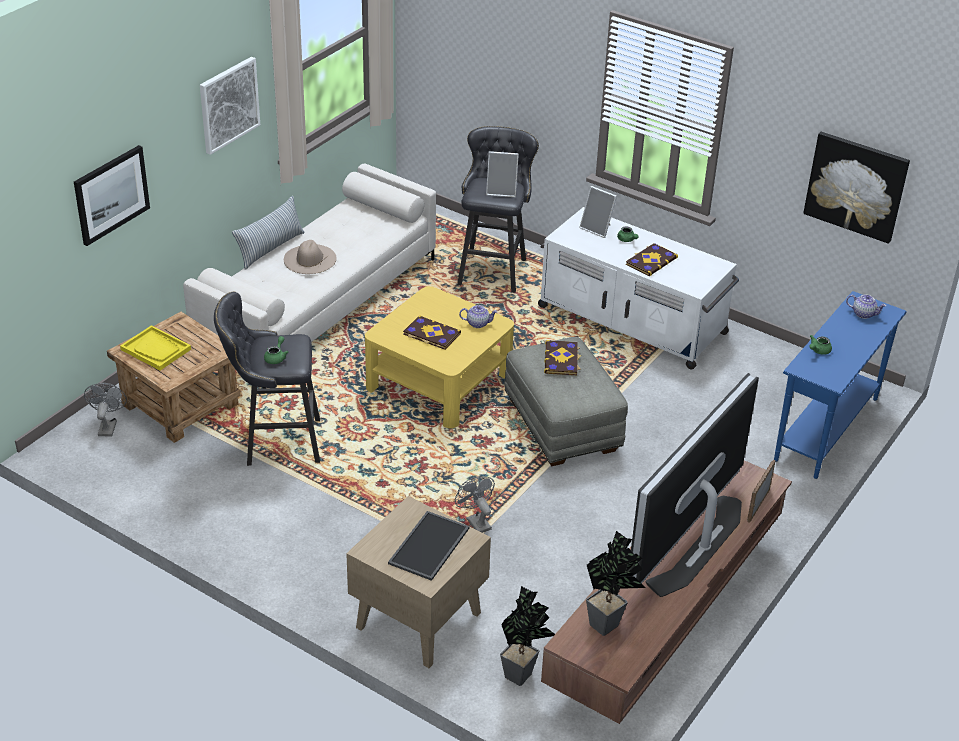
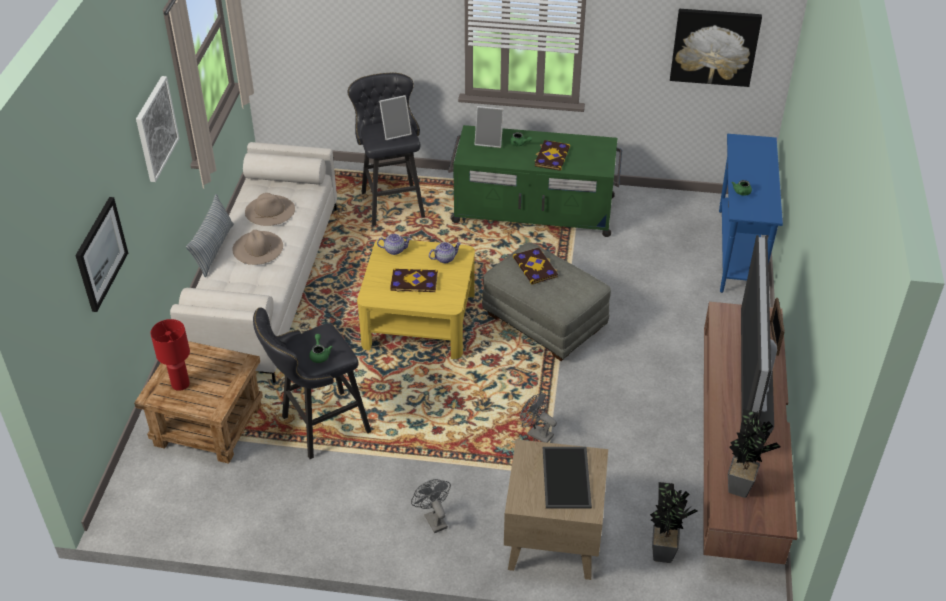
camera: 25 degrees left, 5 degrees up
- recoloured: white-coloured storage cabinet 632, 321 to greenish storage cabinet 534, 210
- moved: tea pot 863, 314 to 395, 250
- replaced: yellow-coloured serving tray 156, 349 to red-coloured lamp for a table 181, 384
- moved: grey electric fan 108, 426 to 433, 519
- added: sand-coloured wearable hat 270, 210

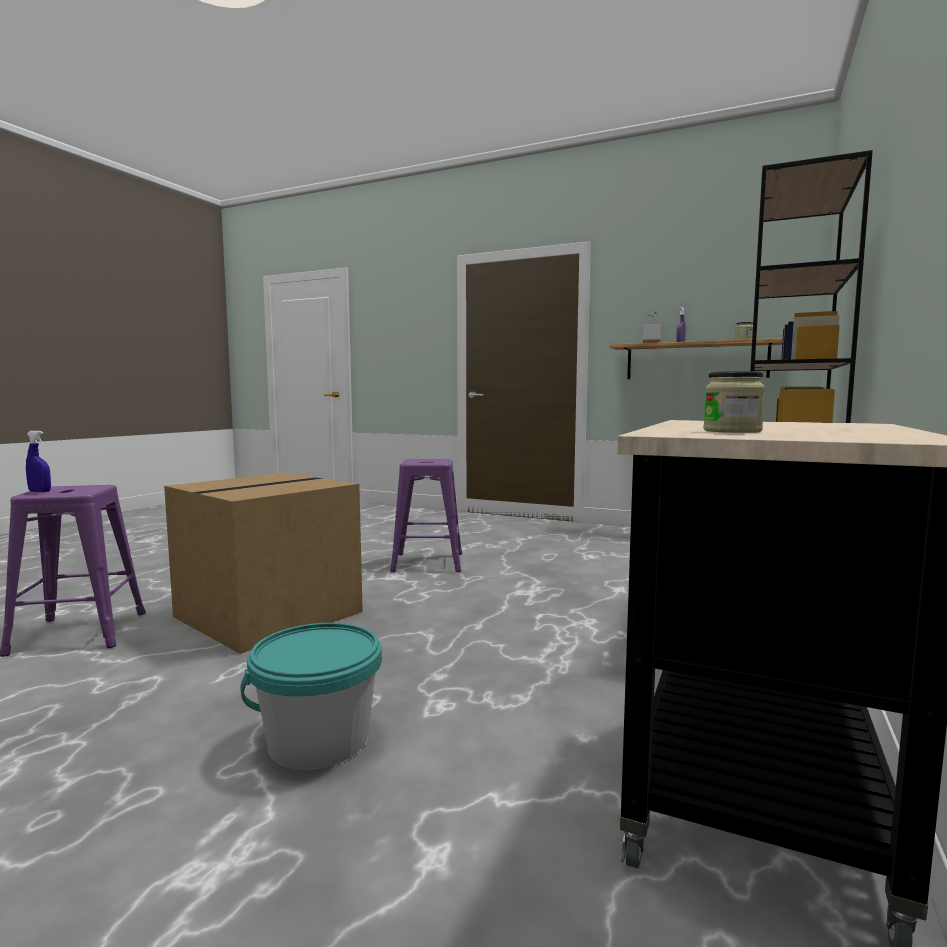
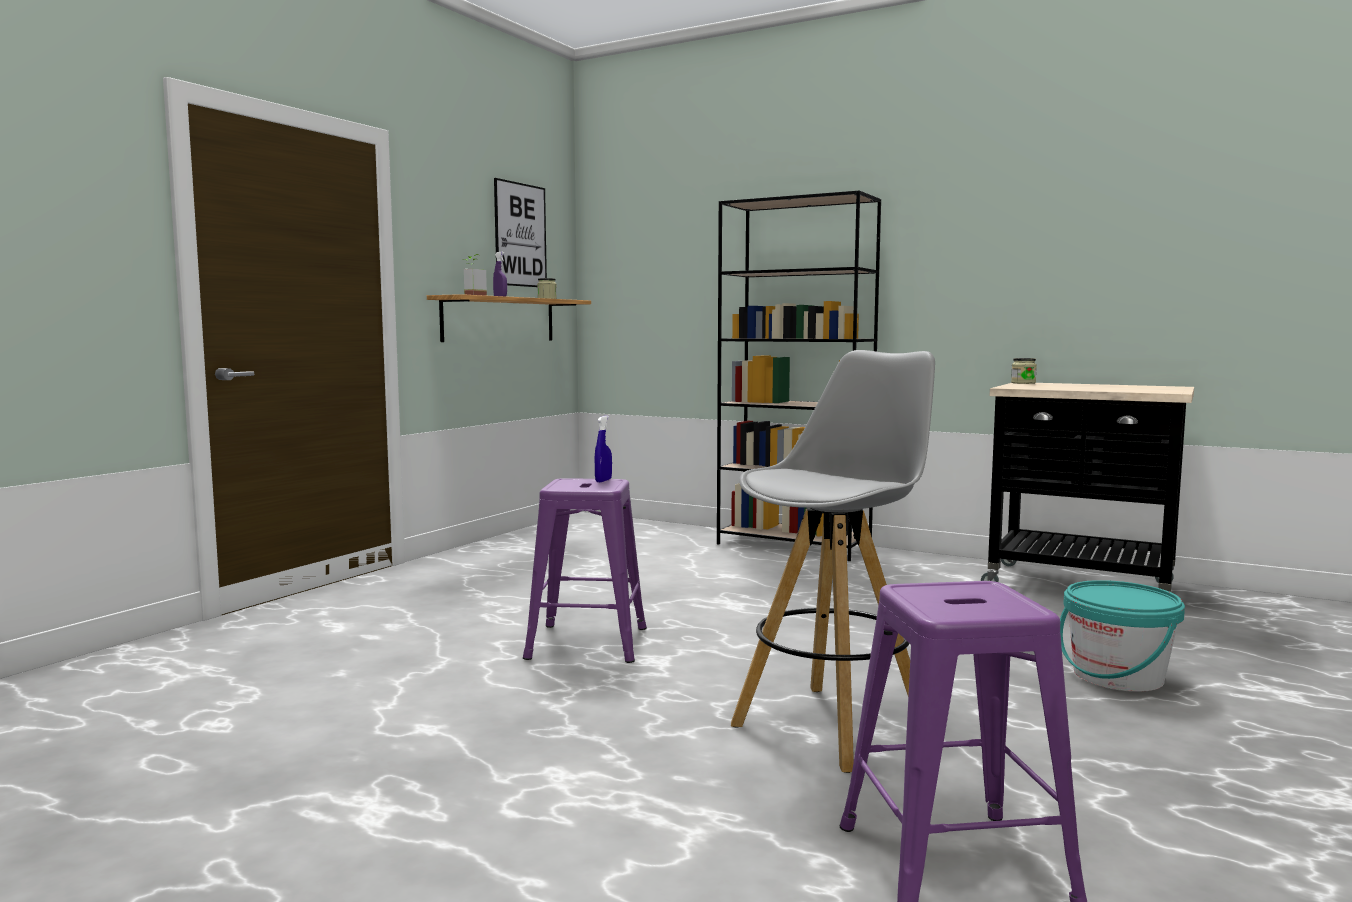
camera: 85 degrees left, 0 degrees up
- moved: storage jar 732, 431 to 1023, 383
- moved: bluish spray bottle 40, 491 to 603, 481
- replaced: packing box 268, 615 to grey sitting stool 834, 725
- added: picture 520, 235

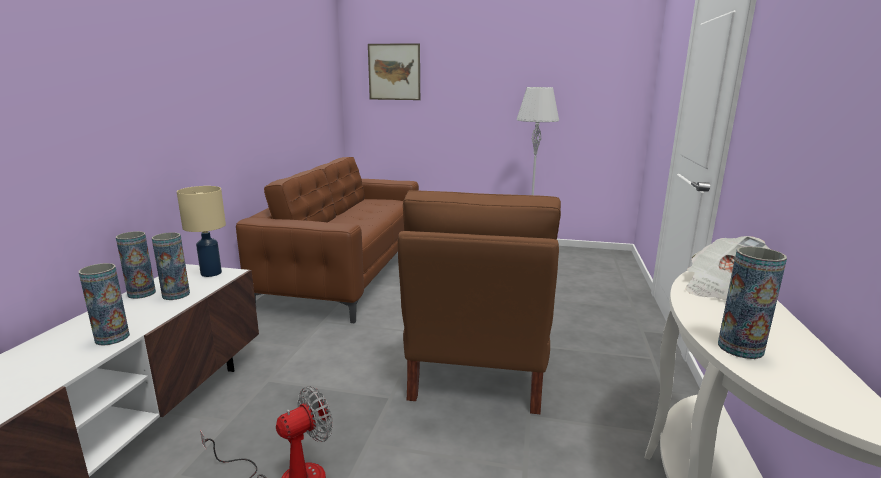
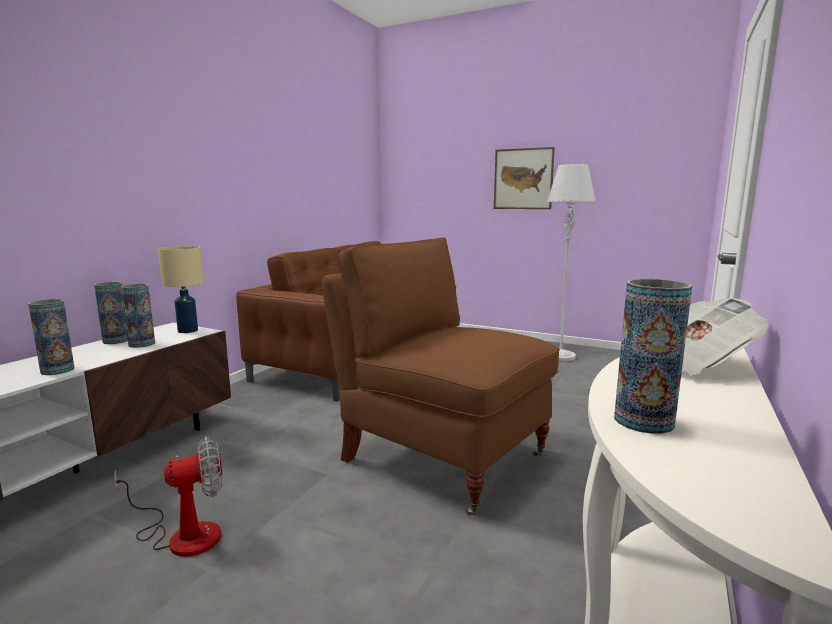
camera: 15 degrees right, 5 degrees down
- moved: picture 394, 72 to 523, 179
- turned: brownish lounge chair 477, 367 = 441, 456 105 degrees clockwise

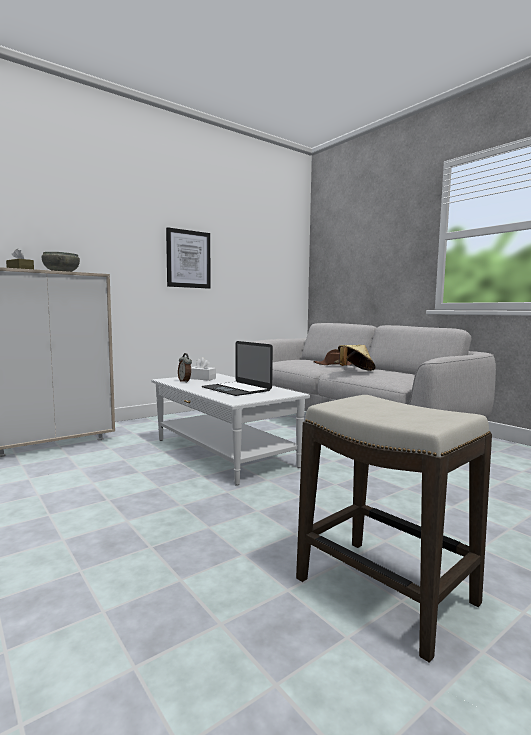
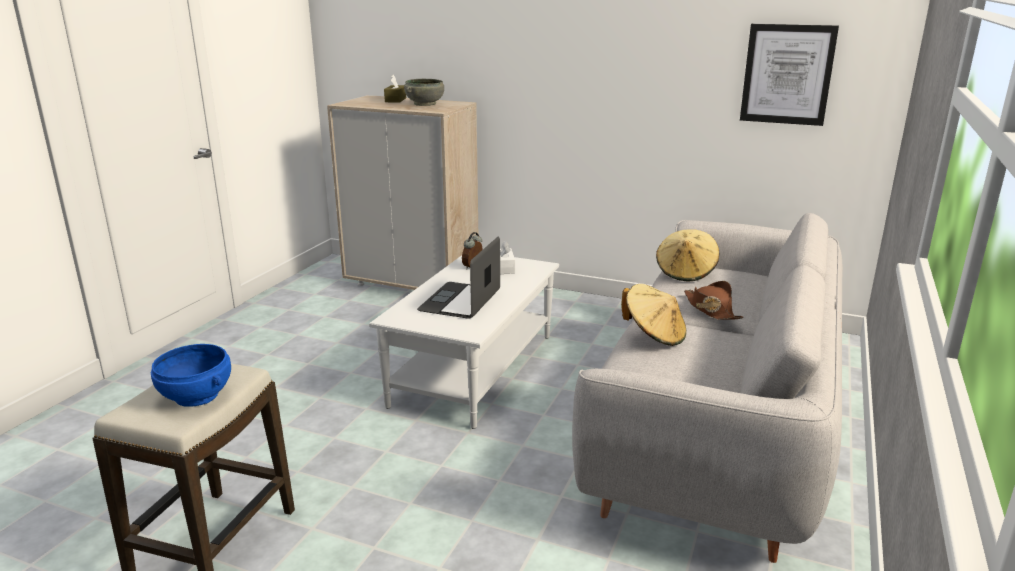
camera: 60 degrees right, 15 degrees up
- moved: picture 188, 259 to 787, 74
- added: sand-coloured wearable hat 686, 272
- added: bluish deep dish 197, 395

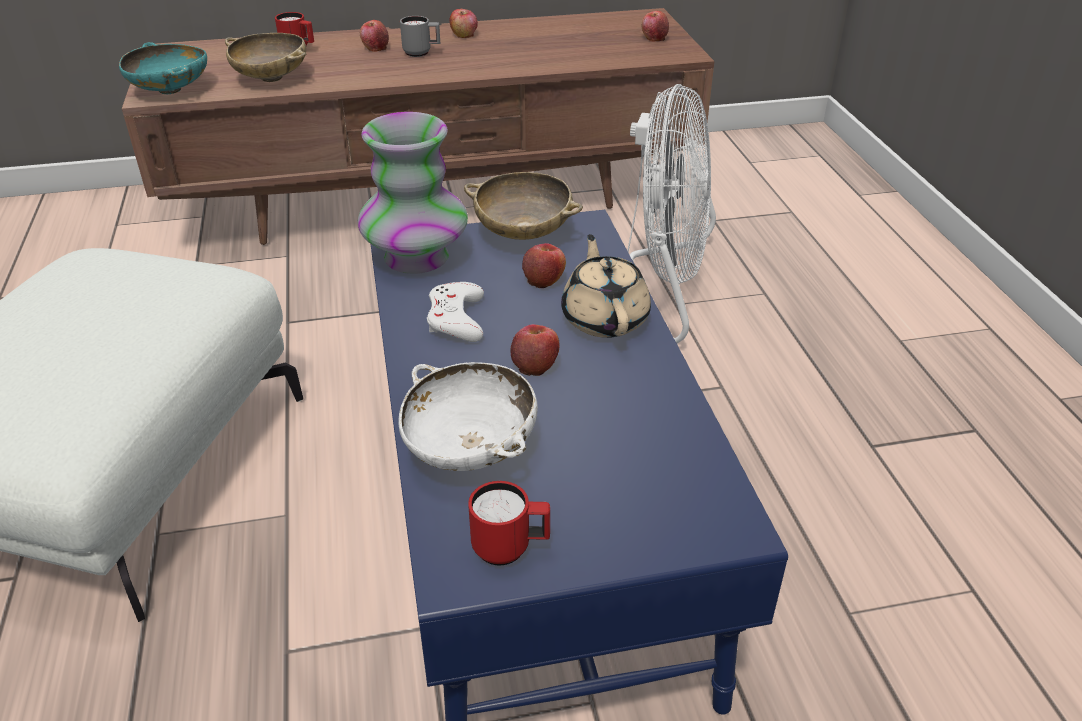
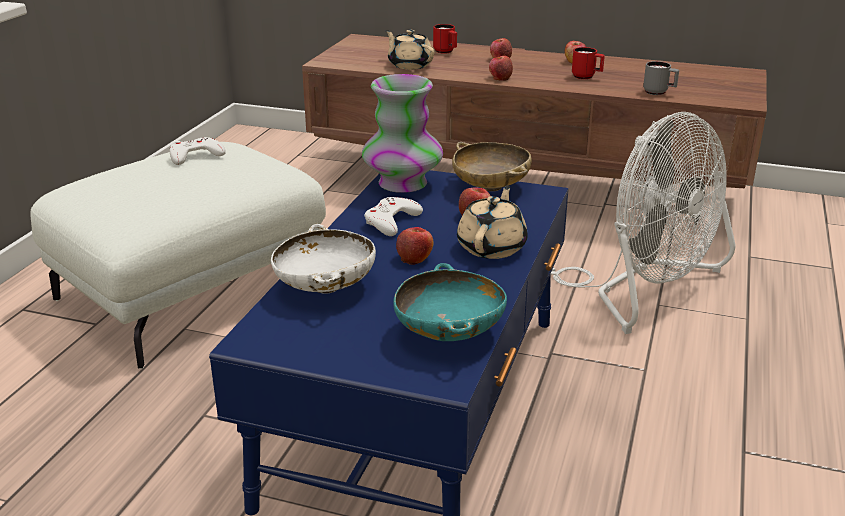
camera: 30 degrees right, 10 degrees down
- moved: apple 654, 38 to 500, 78
- moved: grey mug 422, 53 to 659, 93
- replaced: sand-coloured deep dish 271, 78 to sand-coloured tea pot 410, 65
- moved: blue-green deep dish 171, 90 to 449, 333
- moved: red-coloured mug 510, 548 to 586, 77
- added: white-coloured gamepad 195, 156

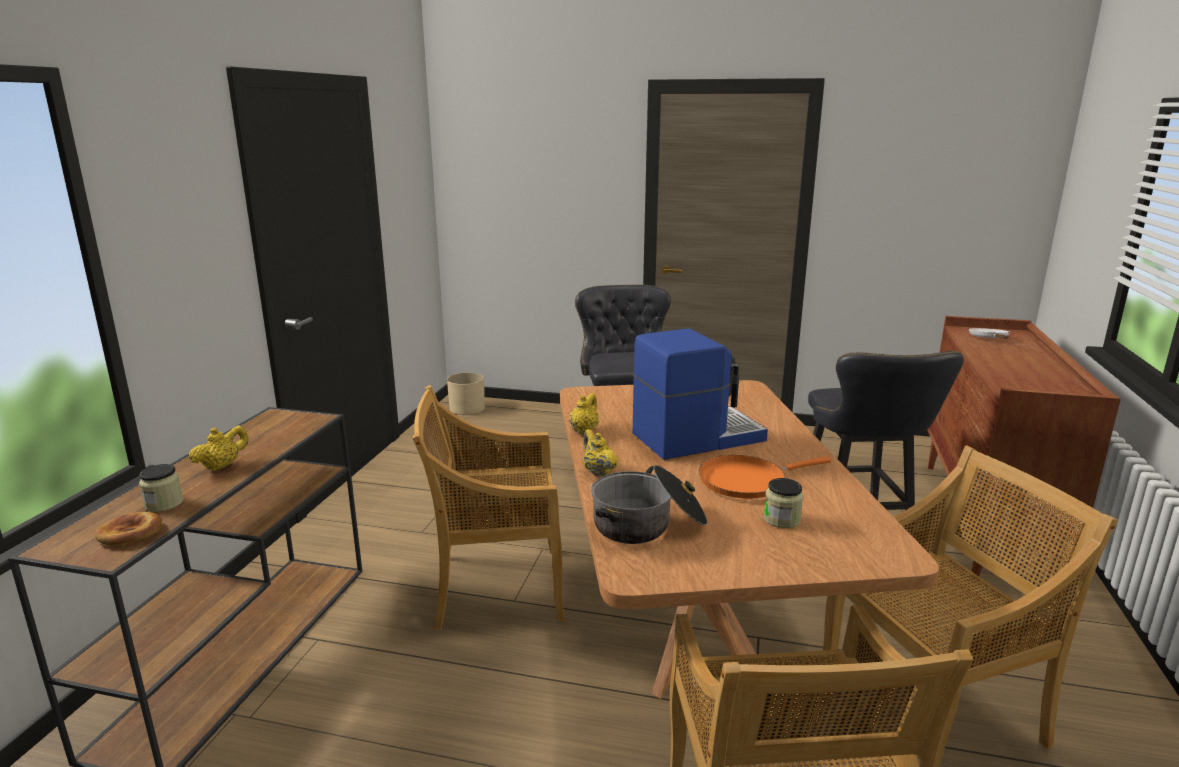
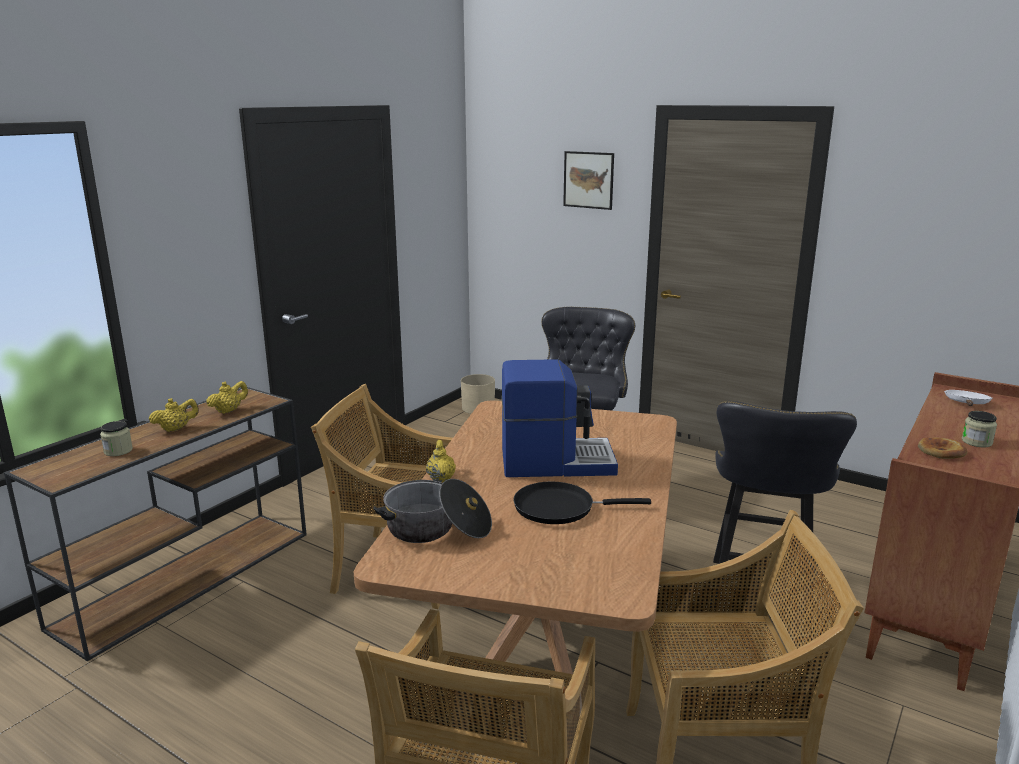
camera: 20 degrees right, 0 degrees up
- moved: yellow-coloured tea pot 584, 430 to 229, 411
- recoloured: orange-coloured pan 747, 481 to black pan 560, 508
- moved: storage jar 782, 519 to 976, 442
- moved: bread 130, 533 to 940, 452
- added: picture 588, 180

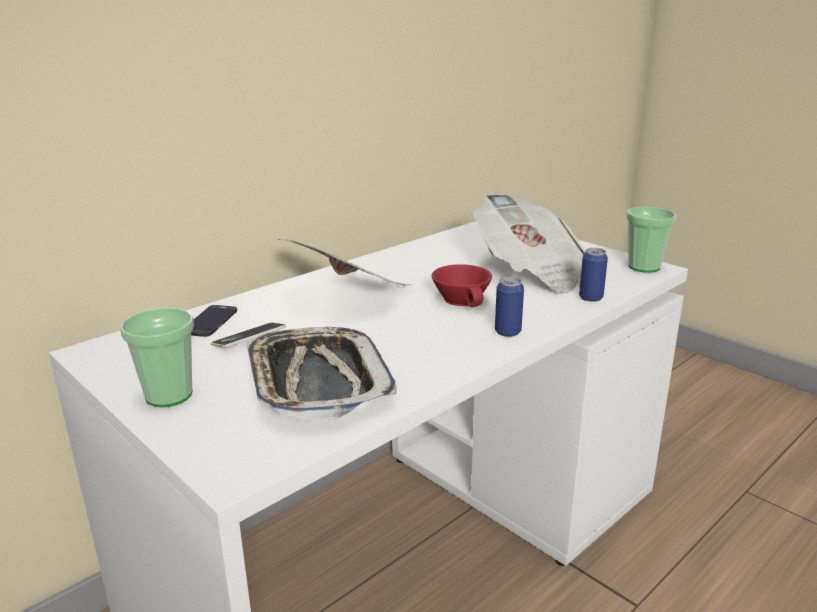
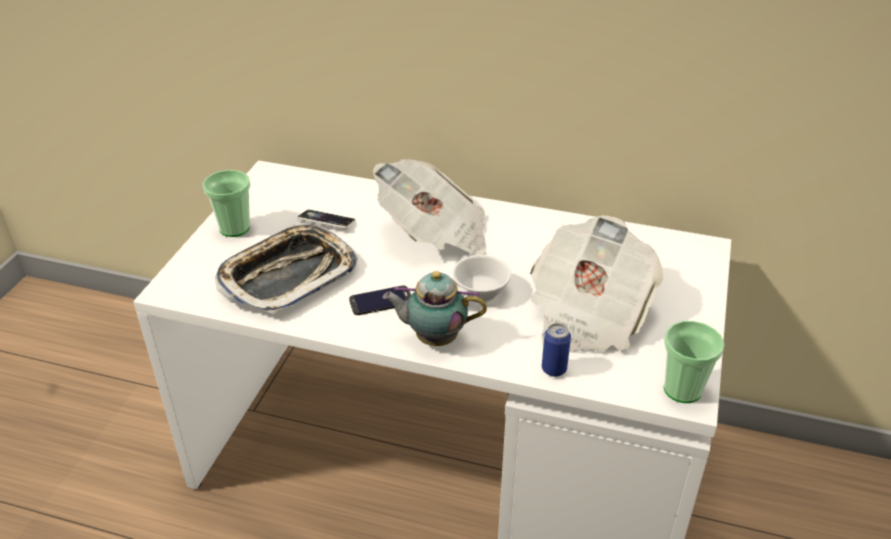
camera: 60 degrees right, 15 degrees up
- recoloured: red-coloured cup 464, 299 to white-coloured cup 481, 294
- replaced: metal can 507, 332 to tea pot 433, 338
- moved: phone 210, 321 to 381, 301

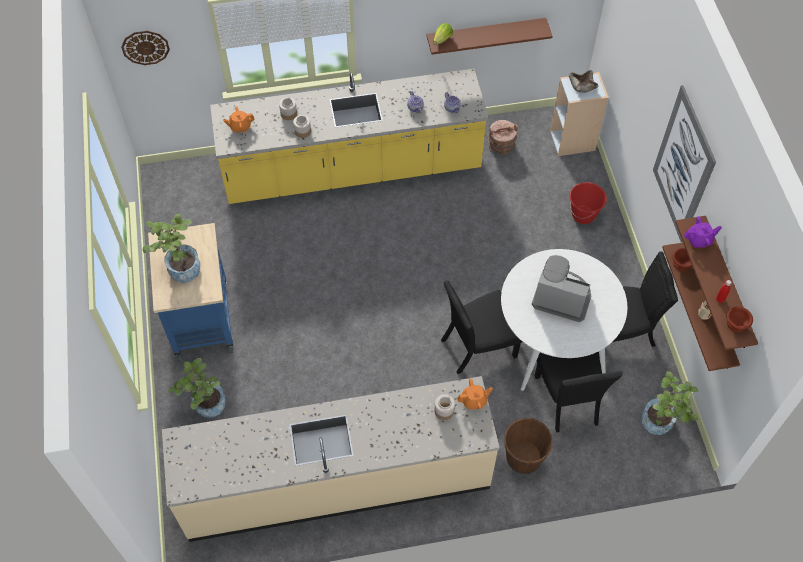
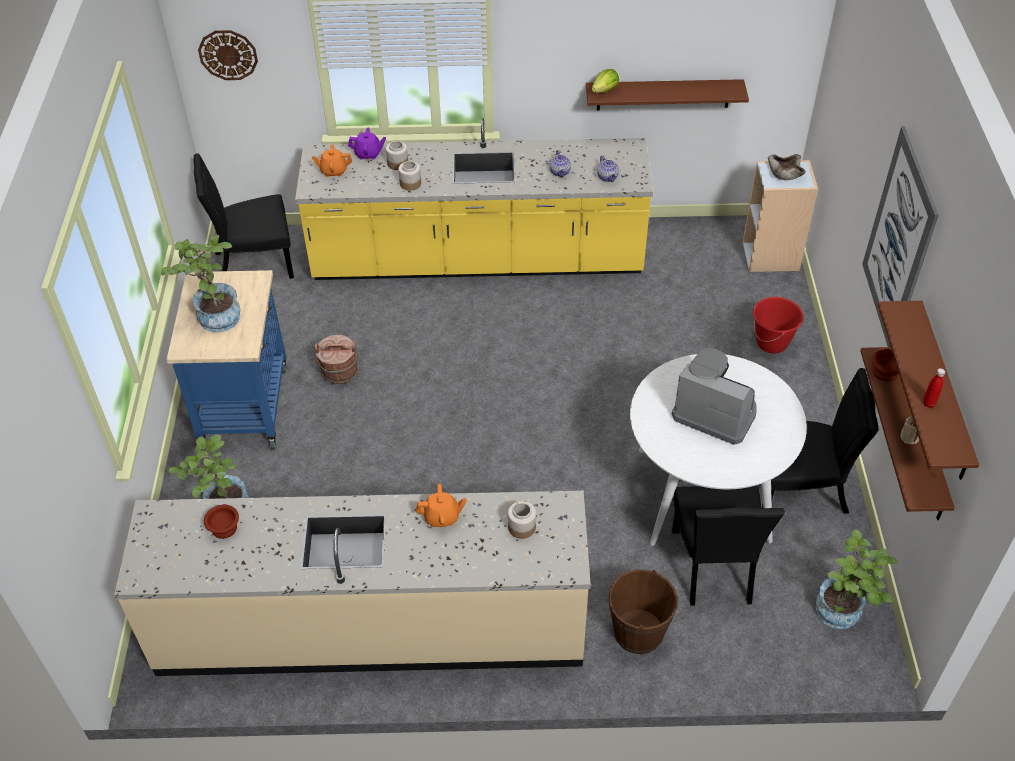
camera: 10 degrees right, 10 degrees down
- moved: brownish pail 501, 146 to 339, 372
- moved: purple-coloured tea pot 699, 240 to 368, 154
- moved: black upright chair 479, 346 to 256, 263
- moved: brownish deep dish 735, 324 to 223, 528
- moved: orange-coloured tea pot 474, 400 to 442, 517

